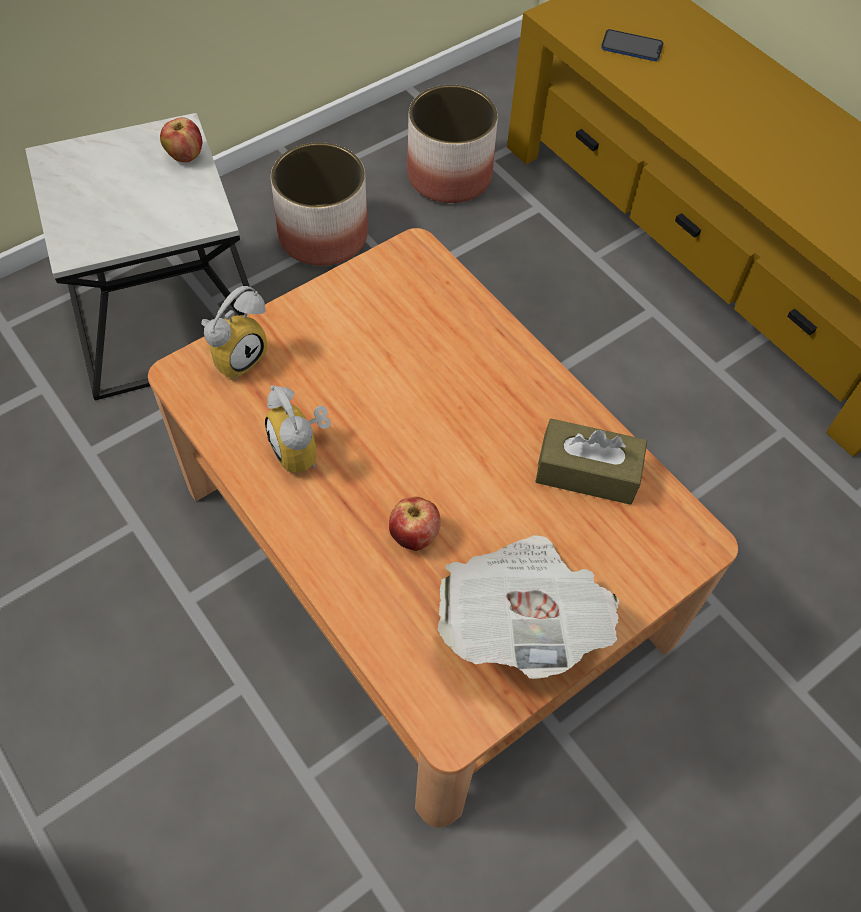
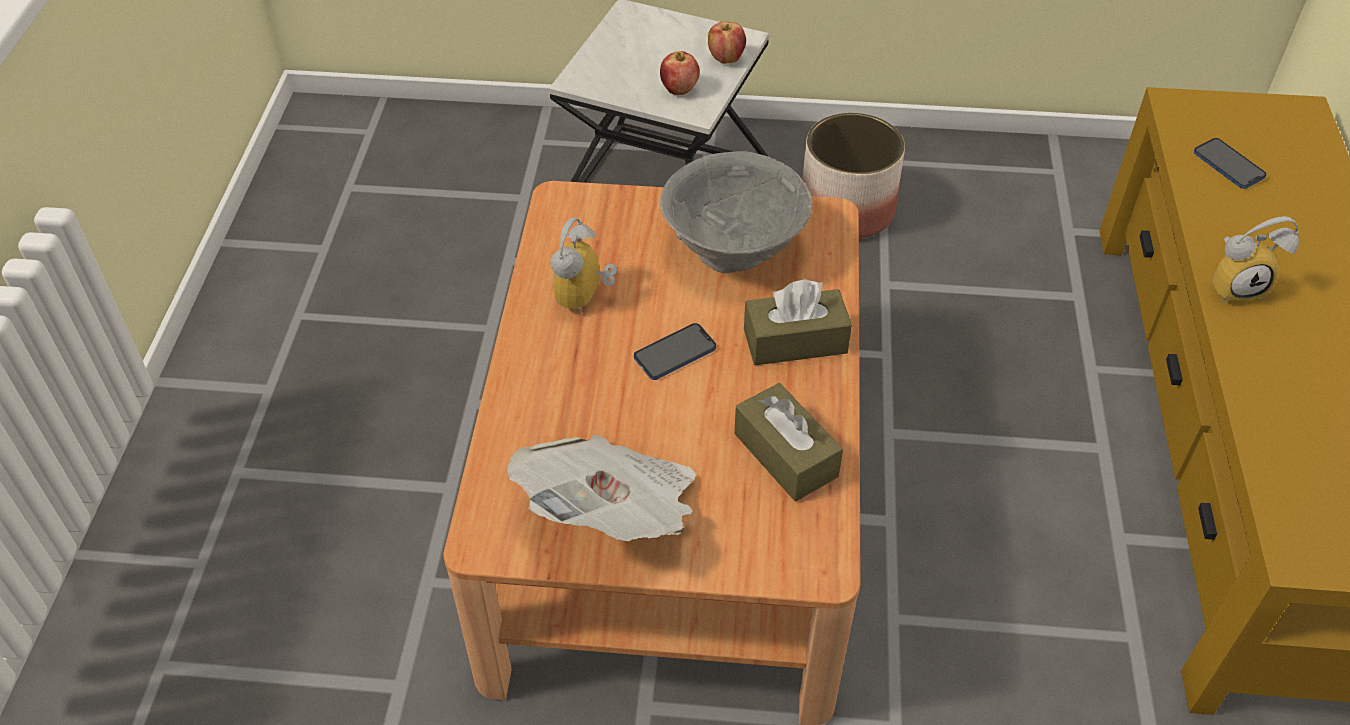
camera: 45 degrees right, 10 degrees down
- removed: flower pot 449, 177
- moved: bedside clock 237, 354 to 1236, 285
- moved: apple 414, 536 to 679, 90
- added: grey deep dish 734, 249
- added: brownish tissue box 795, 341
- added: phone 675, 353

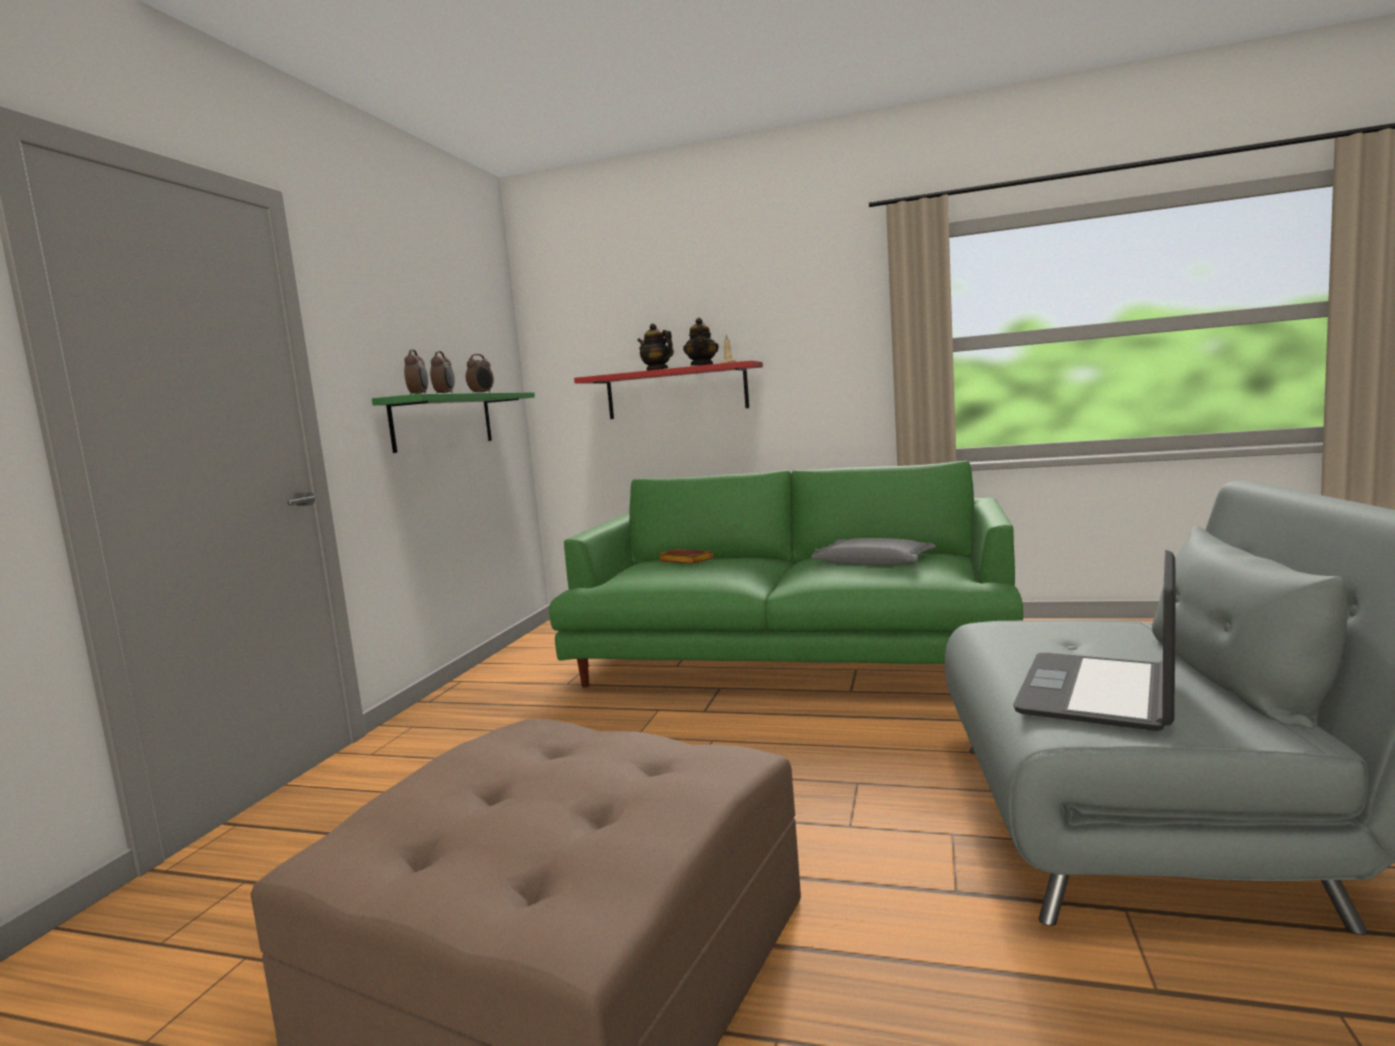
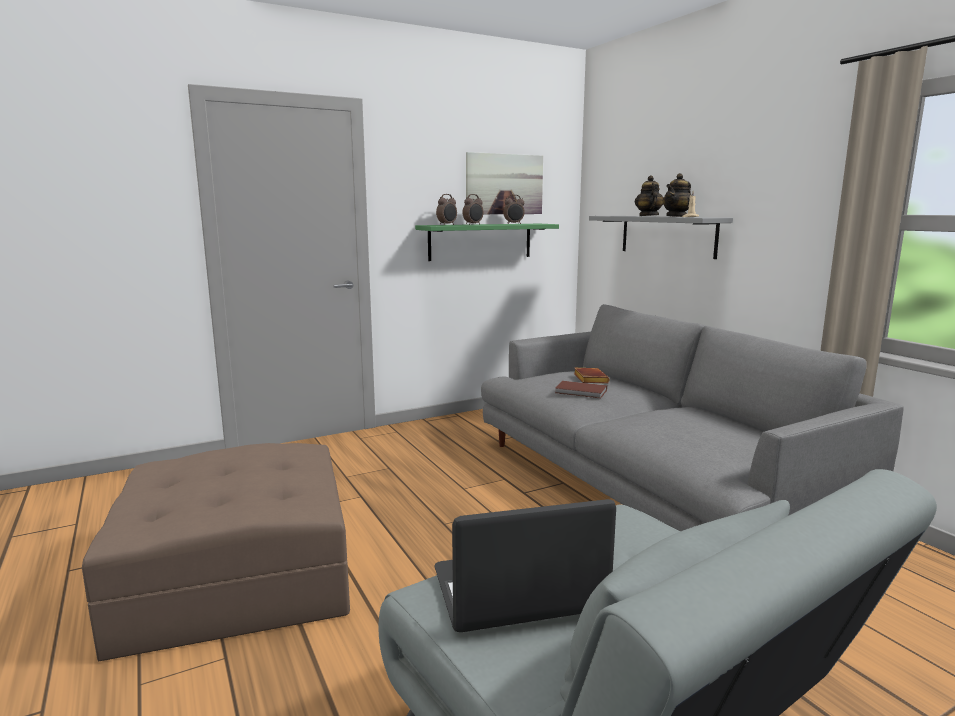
camera: 45 degrees right, 5 degrees up
- recoloured: red-coloured bracket shelf 676, 392 to grey bracket shelf 667, 235
- recoloured: greenish couch 791, 659 to grey couch 647, 485
- removed: grey cushion 873, 560
- added: picture 504, 184
- added: brownish book 581, 392

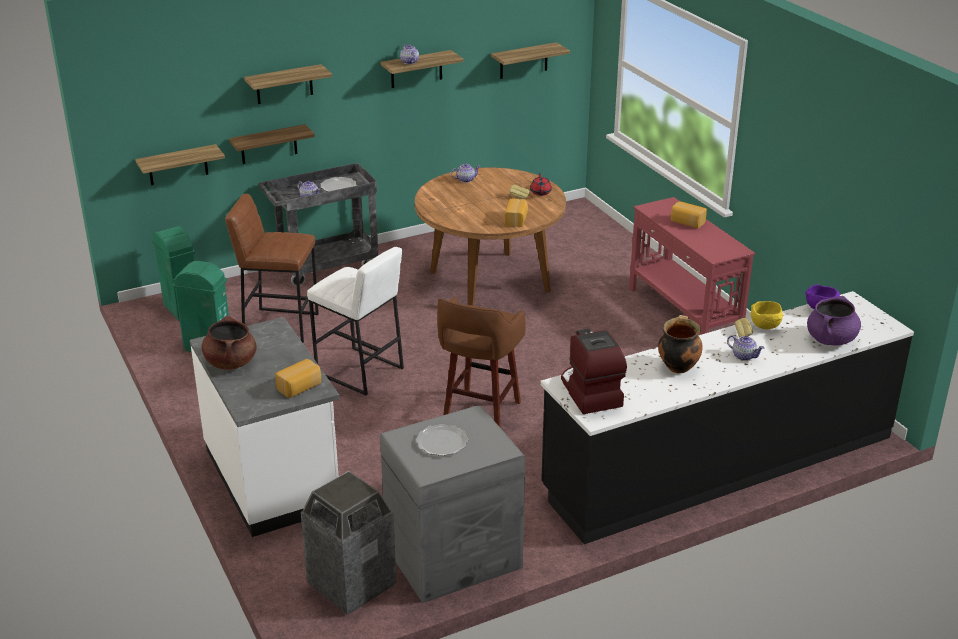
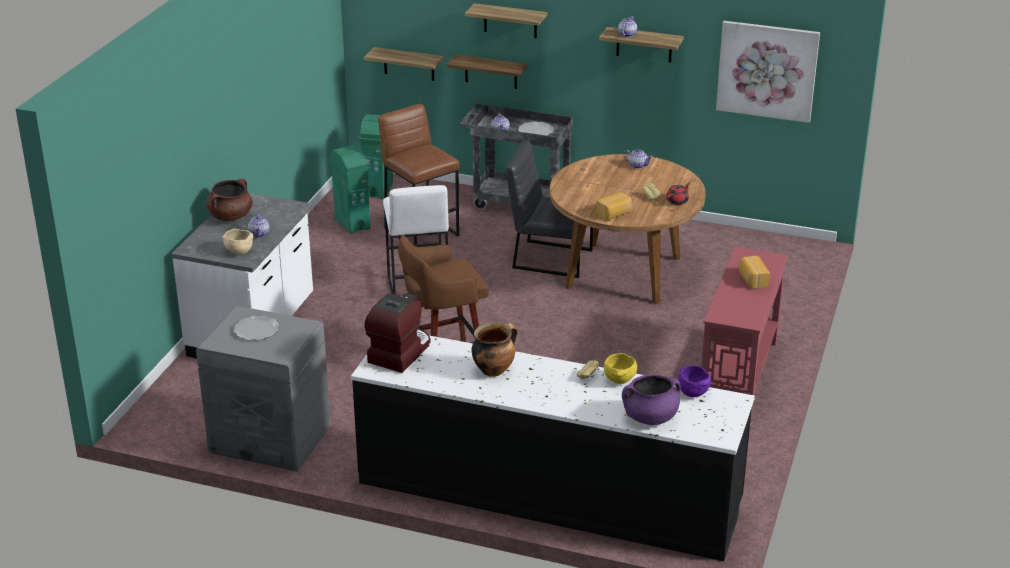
camera: 45 degrees right, 0 degrees up
- replaced: bracket shelf 523, 61 to picture 767, 71
- moved: tea pot 743, 356 to 259, 234
- replaced: bread 300, 387 to sand-coloured deep dish 238, 252
- removed: trash can 351, 584
- added: grey upright chair 550, 258

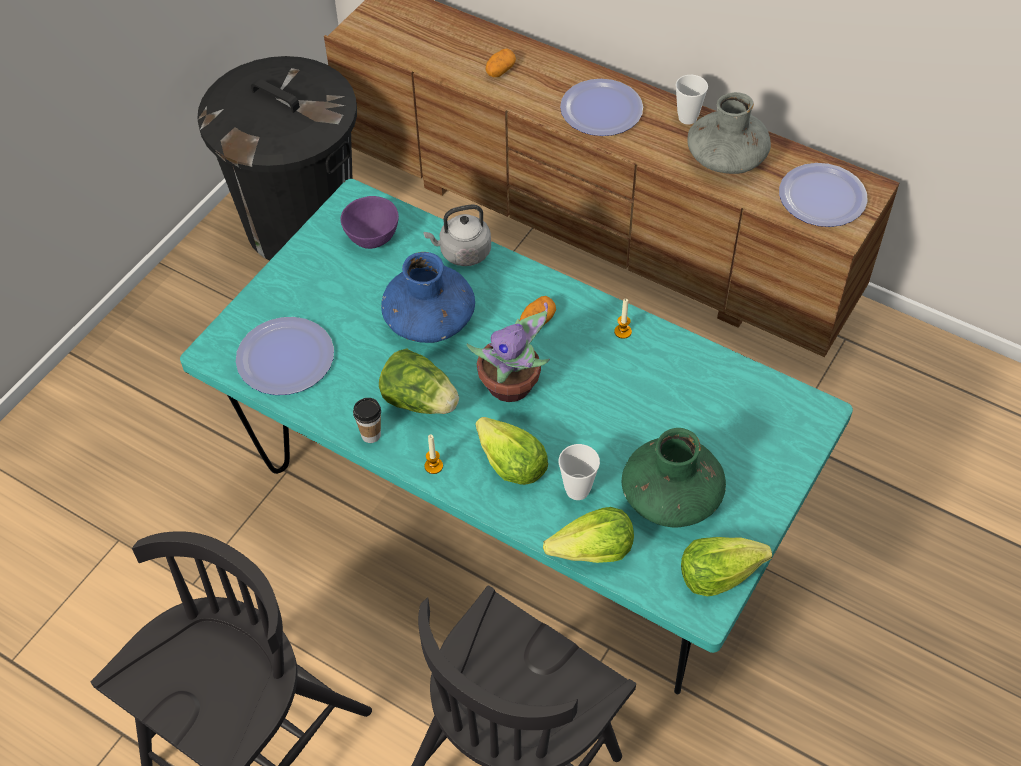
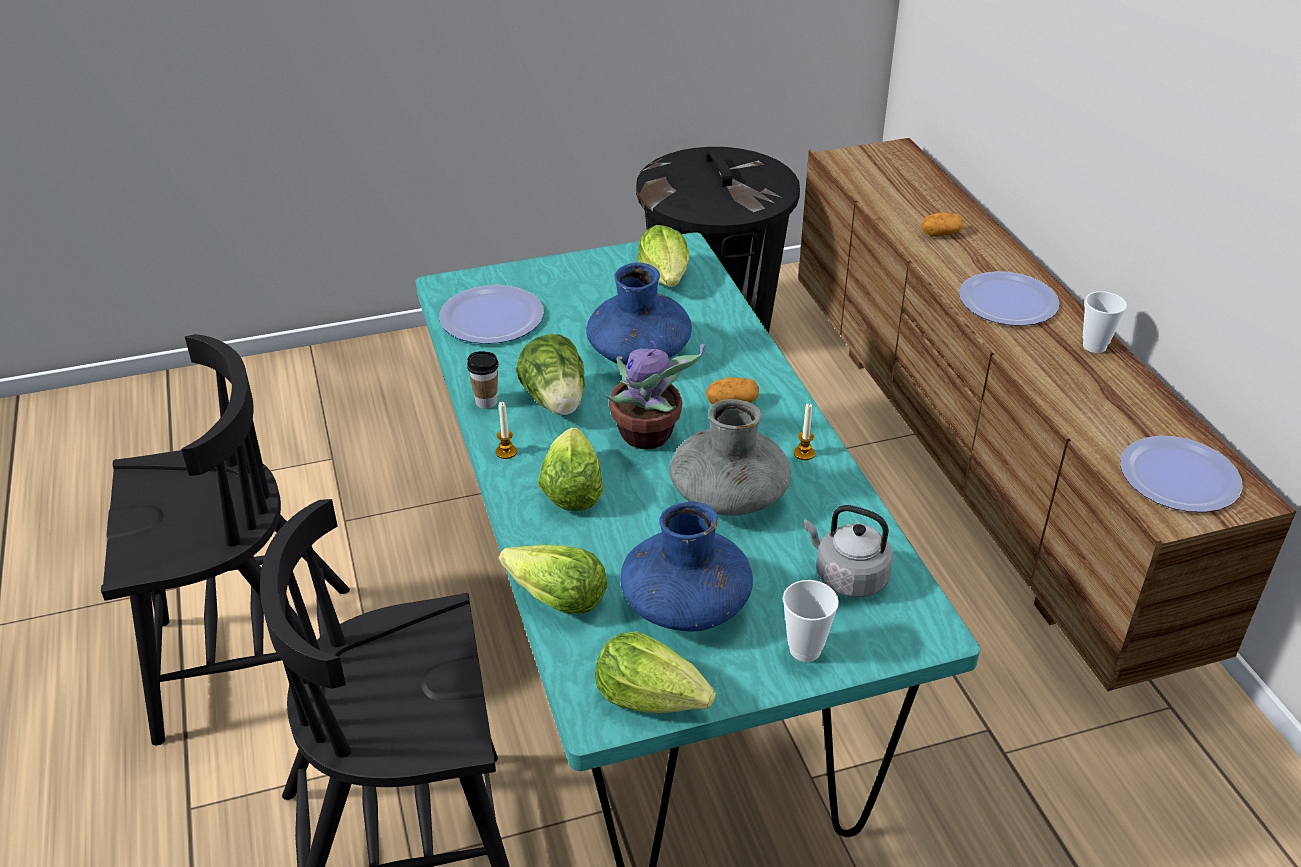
camera: 40 degrees right, 15 degrees down
- moved: grey flower vase 726, 158 to 728, 495
- replaced: purple-coloured deep dish 373, 237 to lettuce 665, 277
- moved: grey kettle 462, 252 to 847, 577
- recoloured: greenish flower vase 670, 496 to bluish flower vase 685, 604
- moved: cup 577, 490 to 805, 649

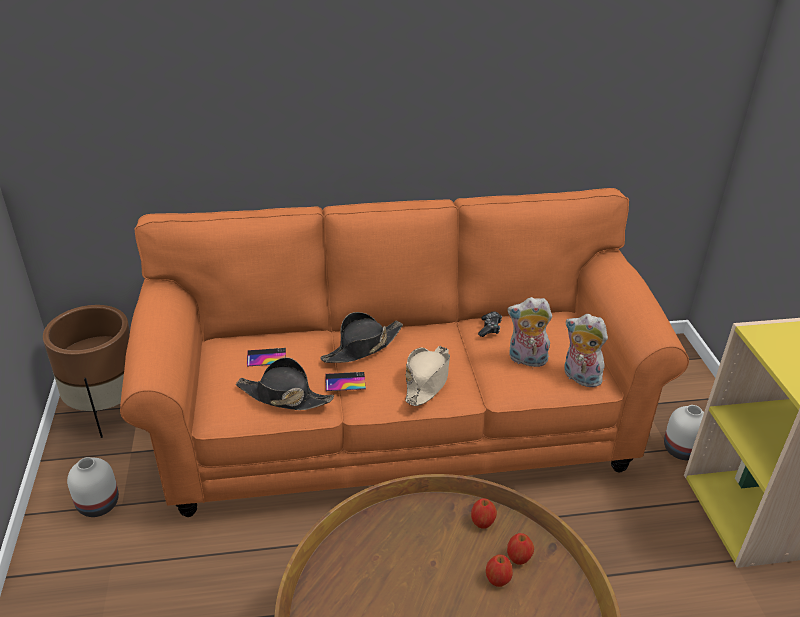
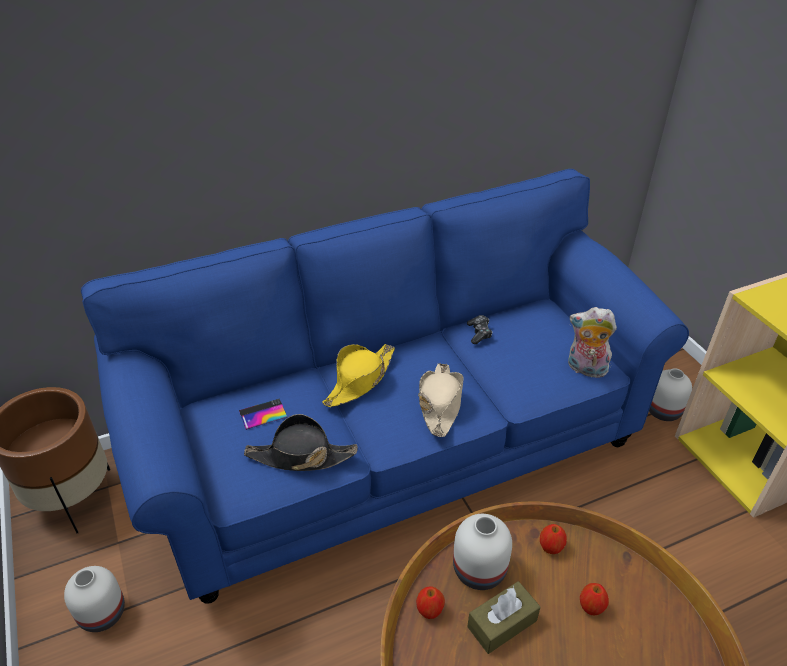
camera: 15 degrees left, 5 degrees up
- recoloured: orange-coloured couch 398, 425 to bluish couch 393, 446
- removed: cuddly toy 526, 360
- recoloured: black wearable hat 362, 347 to yellow-coloured wearable hat 360, 380
- removed: phone 345, 382
- moved: apple 518, 558 to 429, 610
- added: white-coloured flower vase 481, 570
- added: brownish tissue box 502, 623

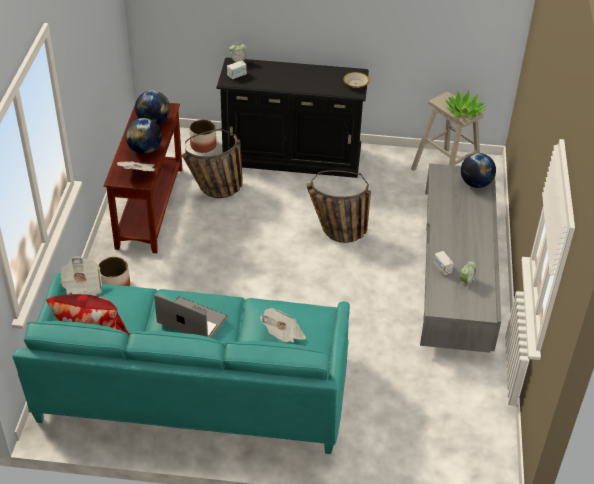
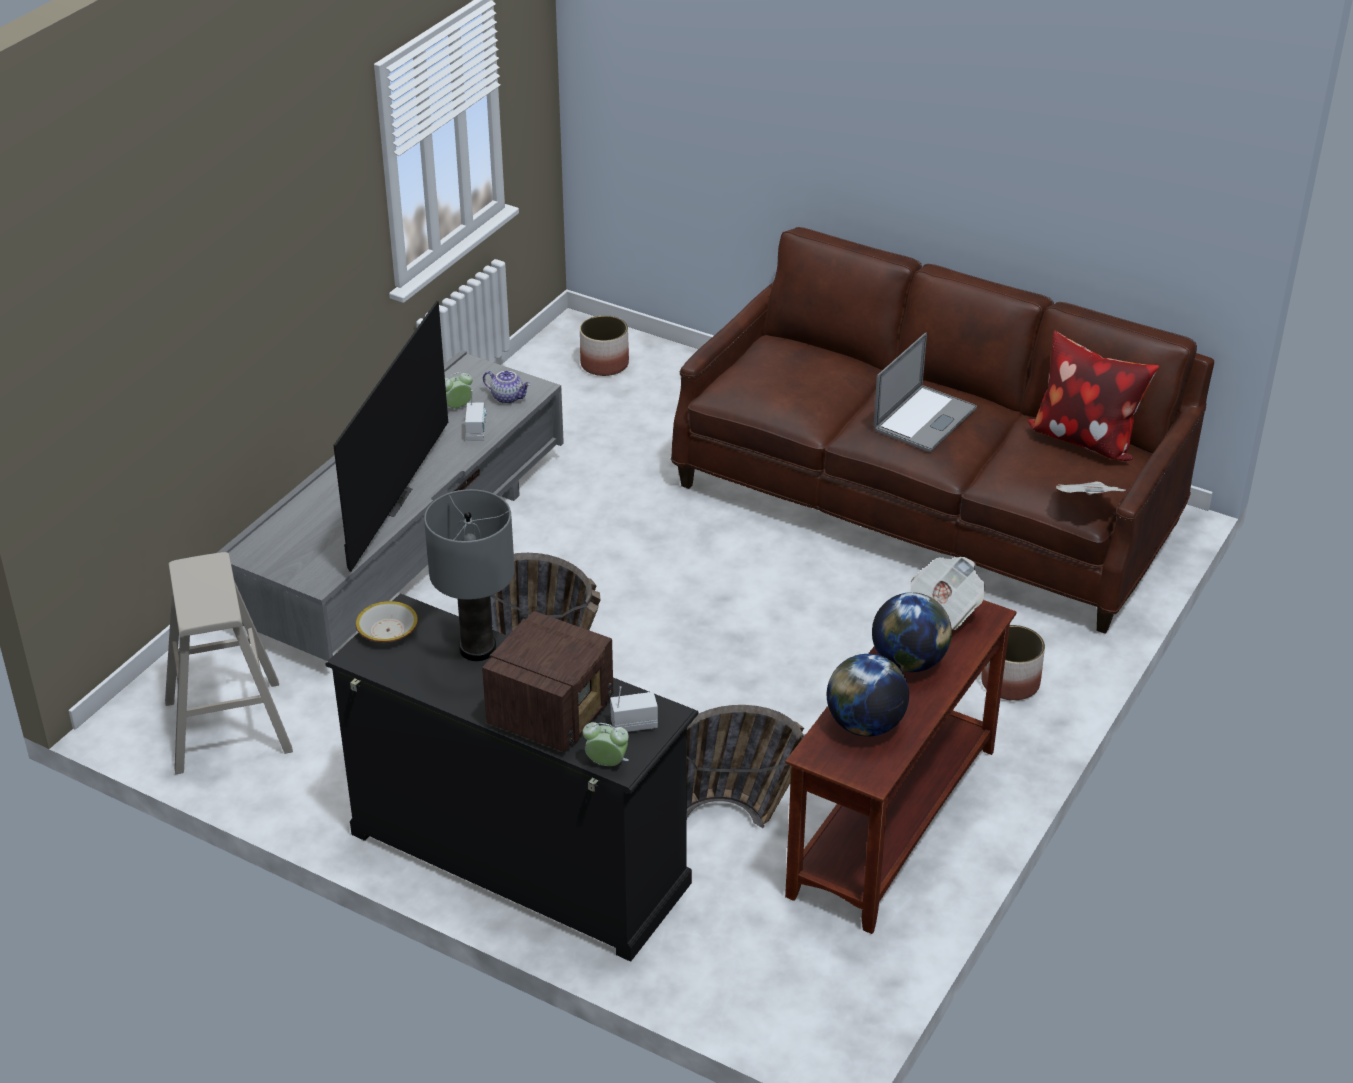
camera: 155 degrees left, 5 degrees down
- removed: plant in a pot 464, 112
- moved: flower pot 203, 145 to 604, 364
- removed: globe 475, 183
- recoloured: blue-green couch 193, 391 to brownish couch 929, 500
- turned: portable computer 192, 320 = 924, 419 105 degrees counterclockwise
- removed: printed paper 283, 334
- added: television 388, 499
- added: tea pot 508, 397
- added: grey lamp for a table 477, 649
- added: radio 552, 712

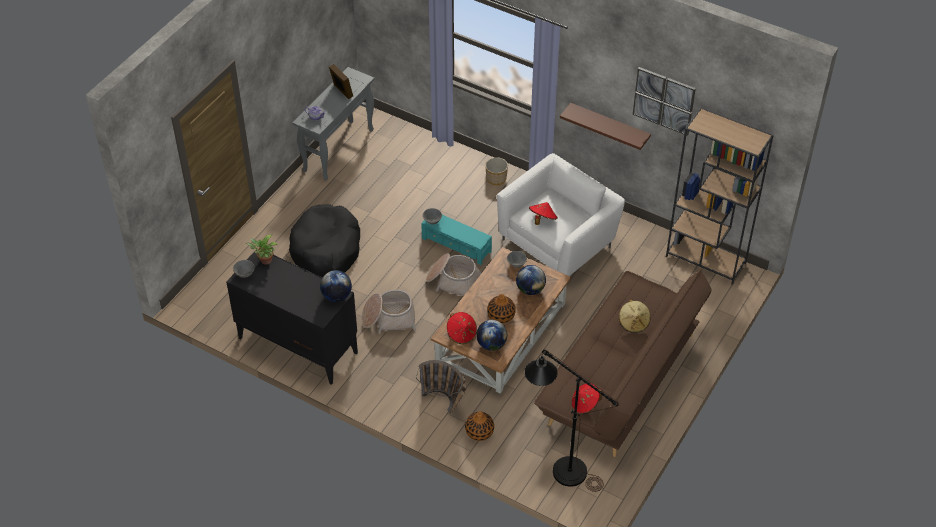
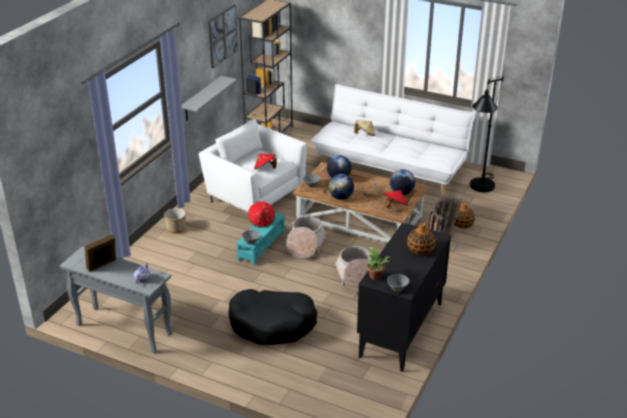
camera: 95 degrees left, 15 degrees down
- recoloured: brownish bracket shelf 609, 126 to grey bracket shelf 202, 98
- recoloured: brownish couch 621, 379 to white-coloured couch 391, 167
- moved: globe 337, 296 to 341, 197
- moved: flower vase 501, 315 to 420, 249
- moved: red-coloured wearable hat 585, 405 to 261, 221

